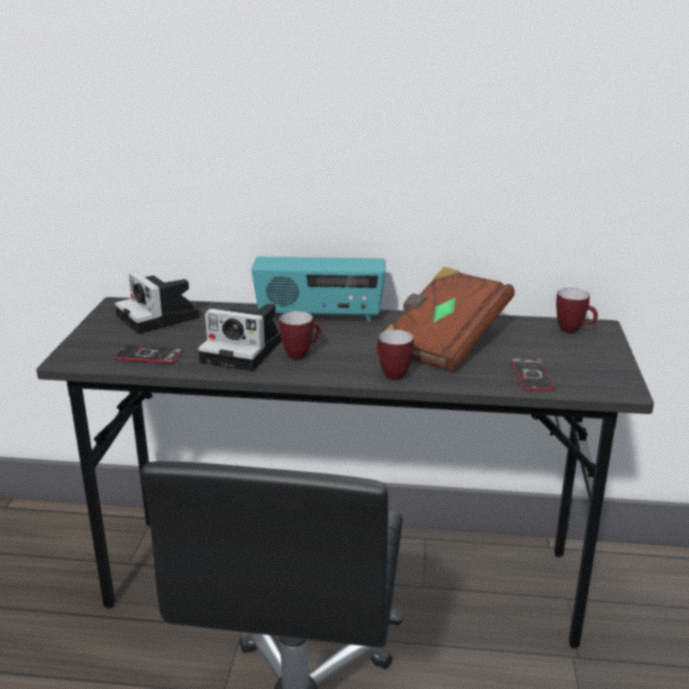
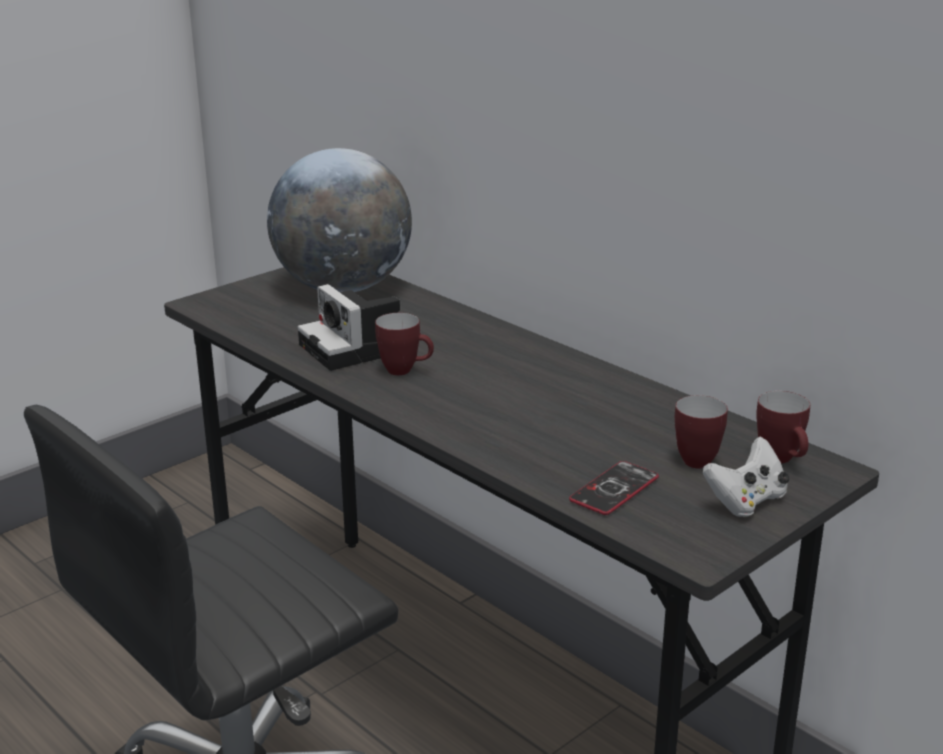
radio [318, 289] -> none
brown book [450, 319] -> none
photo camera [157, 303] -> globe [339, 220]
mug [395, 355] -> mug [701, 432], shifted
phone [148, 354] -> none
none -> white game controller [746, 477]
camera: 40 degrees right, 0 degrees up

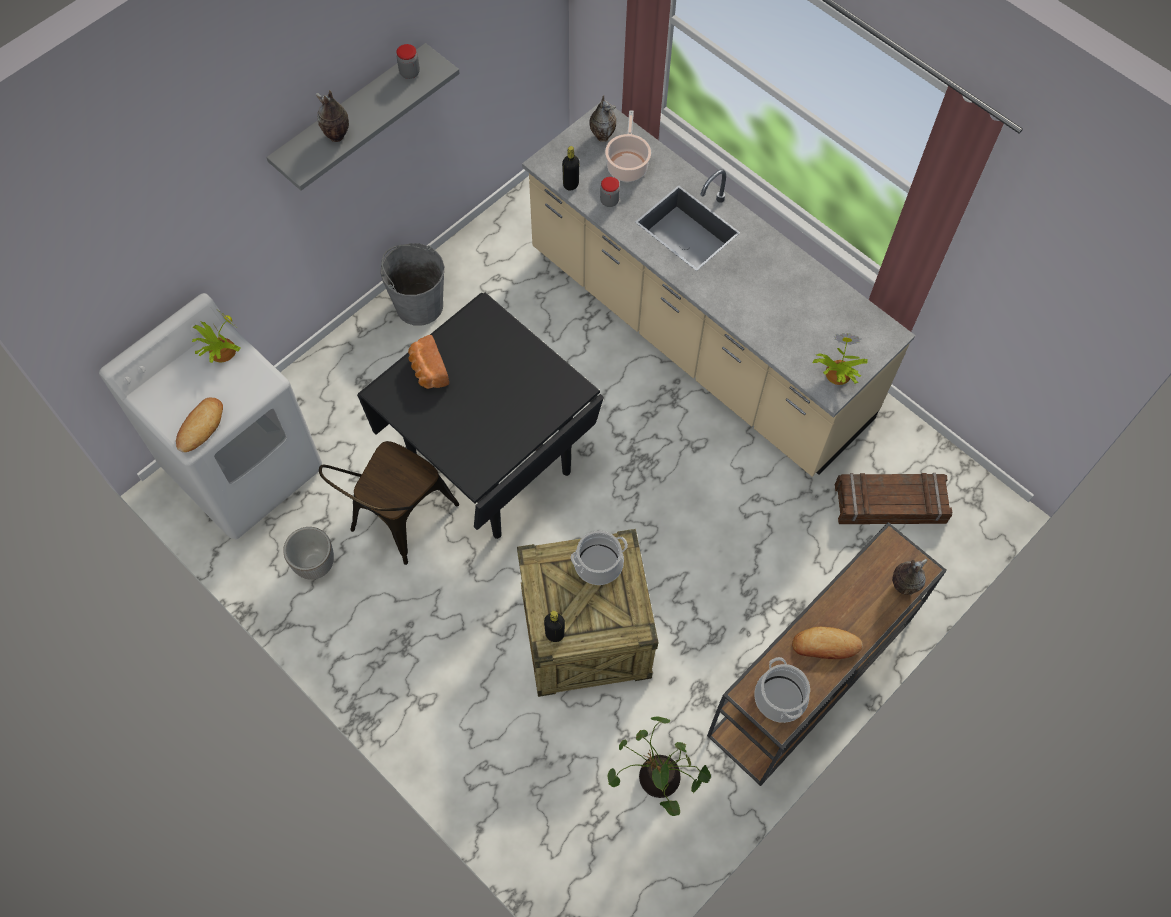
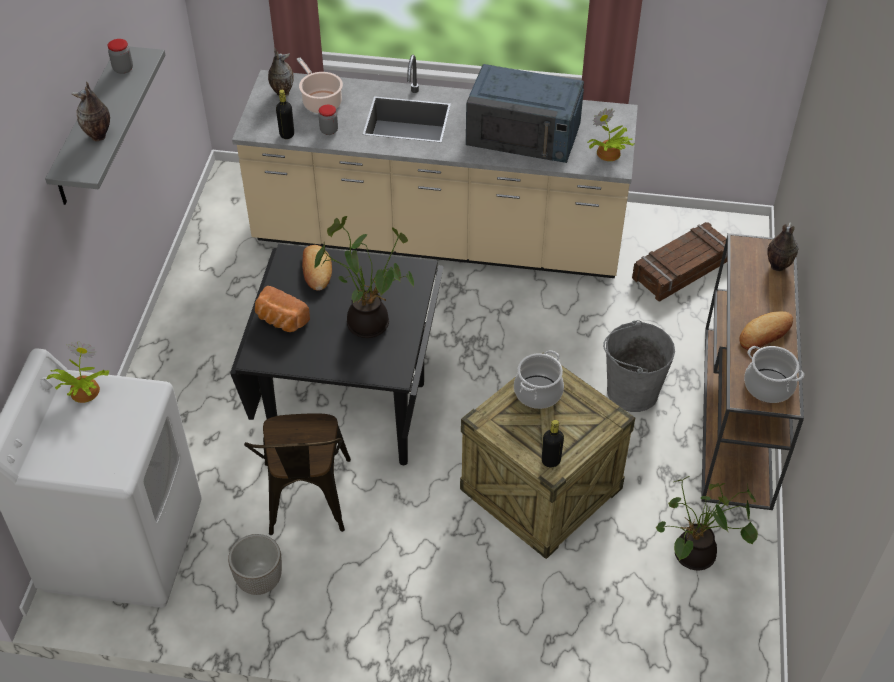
grey bucket [412, 284] -> grey bucket [639, 366], shifted
bread [199, 424] -> bread [317, 267], shifted
none -> blue microwave [525, 113]
none -> potted plant [364, 277]
camera: 35 degrees left, 15 degrees down

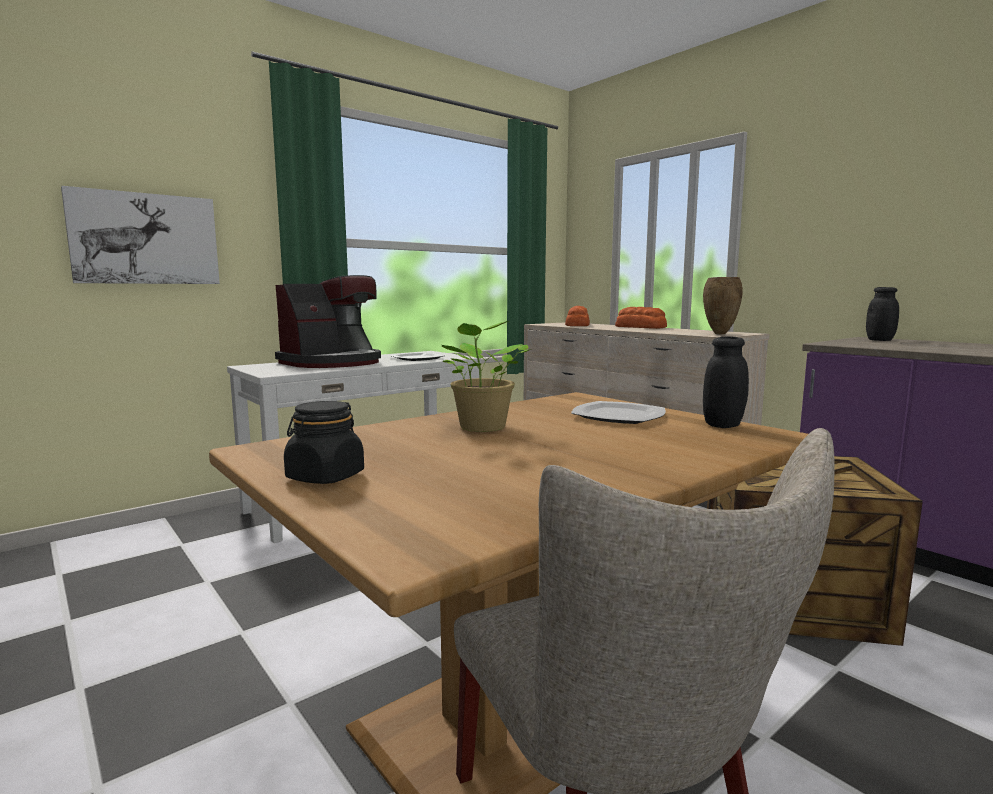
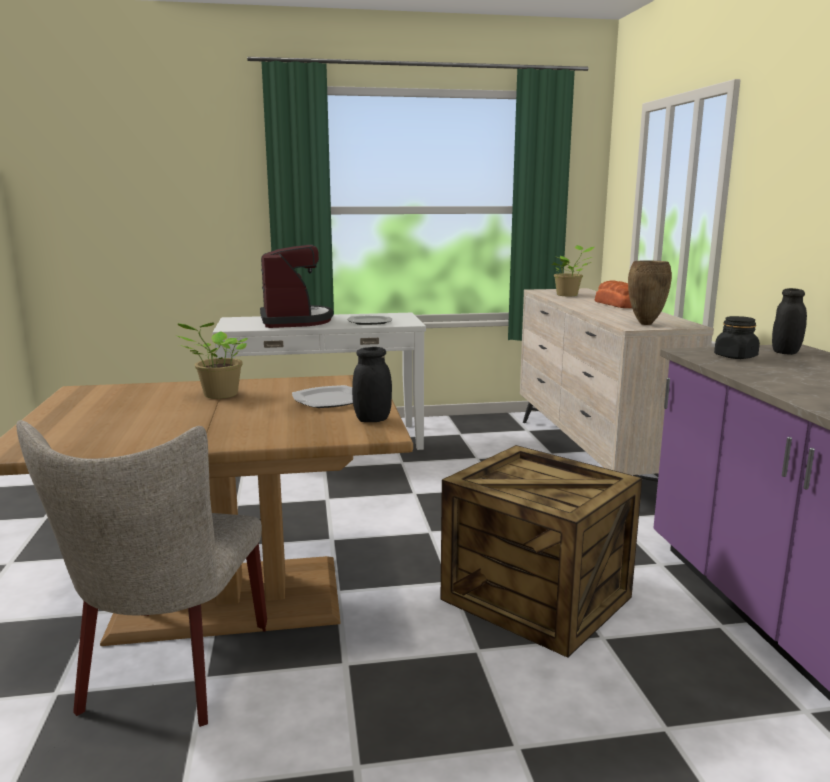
picture [140, 235] -> none
coffee machine [328, 321] -> coffee machine [296, 286], 90 degrees counterclockwise
bread [577, 316] -> potted plant [573, 270]
black jar [324, 442] -> black jar [737, 337], shifted
camera: 30 degrees right, 5 degrees up

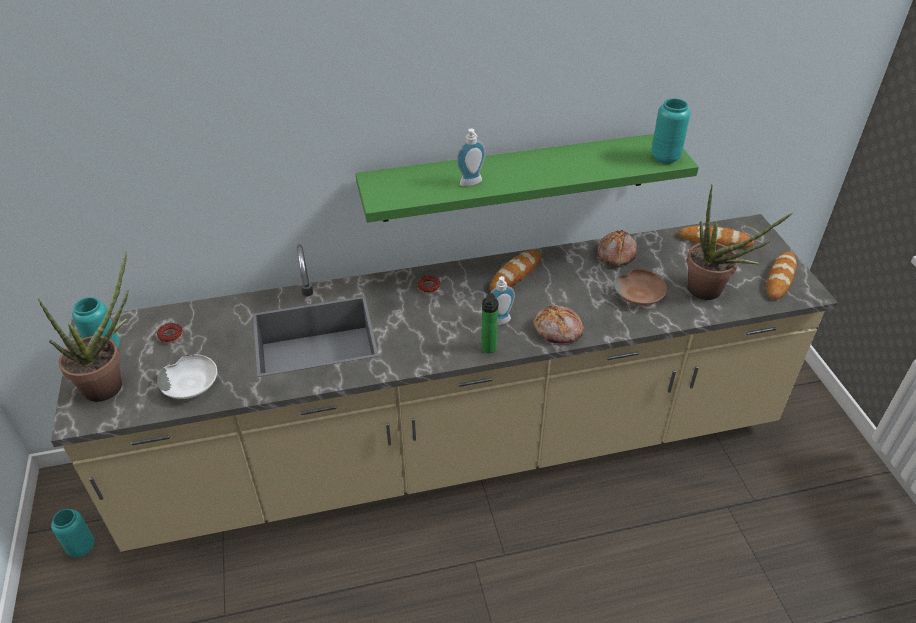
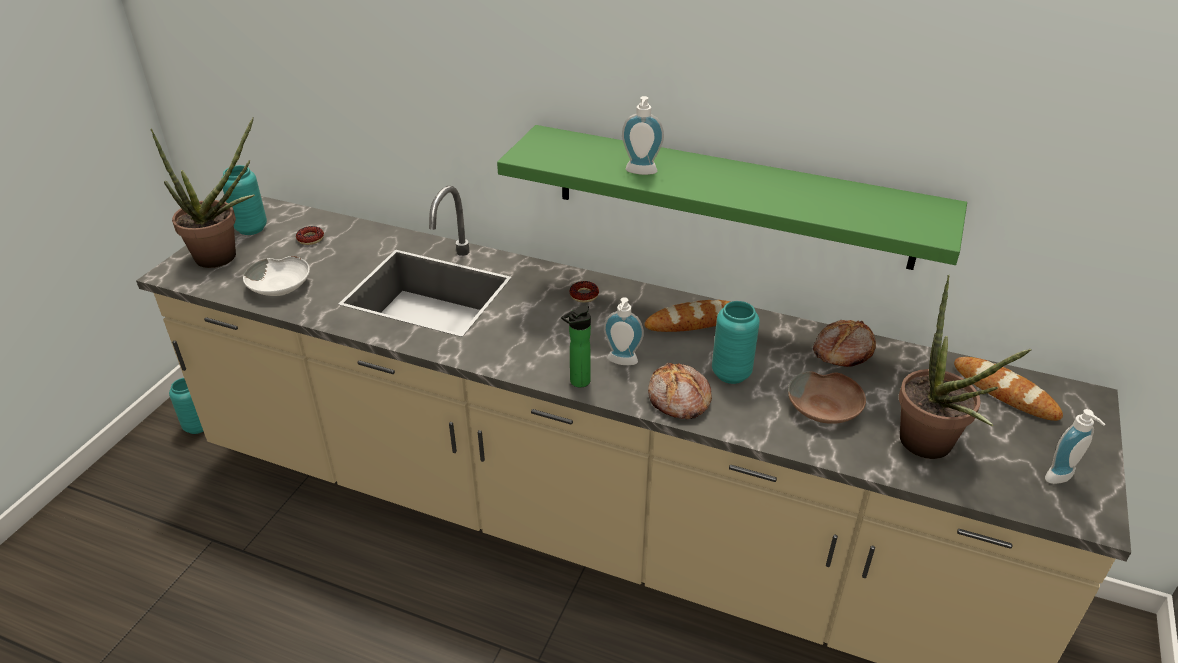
turquoise vase [671, 131] -> turquoise vase [736, 342], shifted
bread [782, 275] -> soap dispenser [1075, 446]
camera: 35 degrees right, 5 degrees down

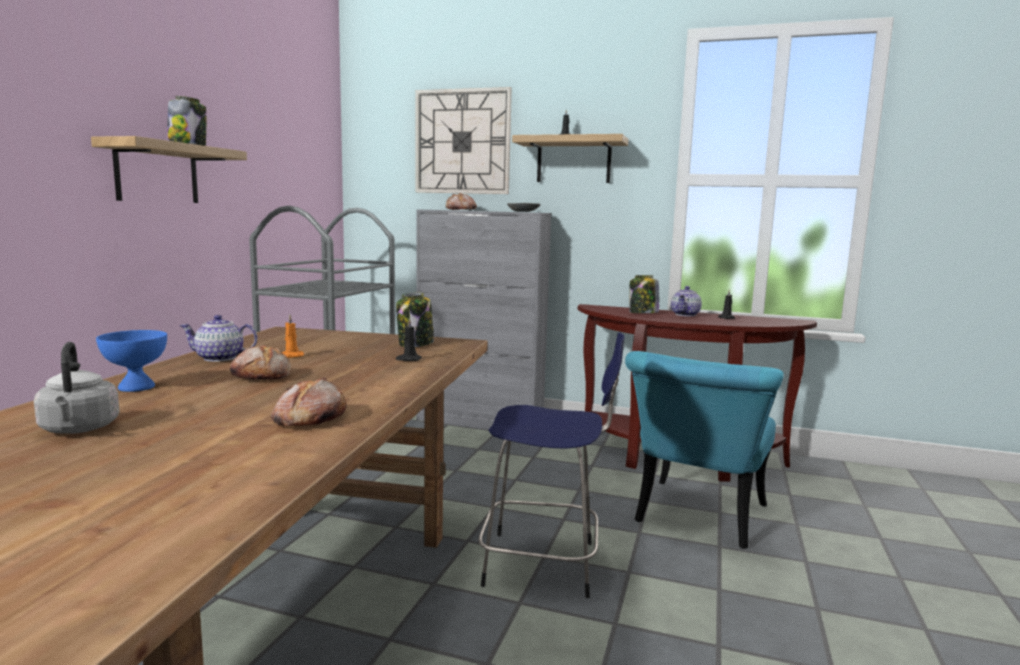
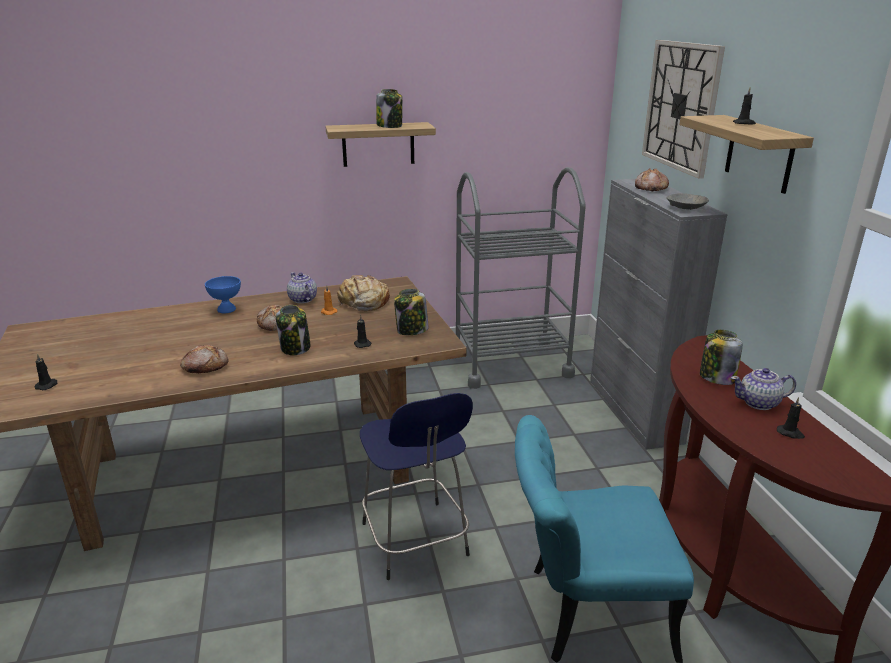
grey kettle [77, 388] -> none
none -> bread [363, 293]
none -> jar [293, 330]
none -> black candle [46, 371]
camera: 60 degrees right, 15 degrees up

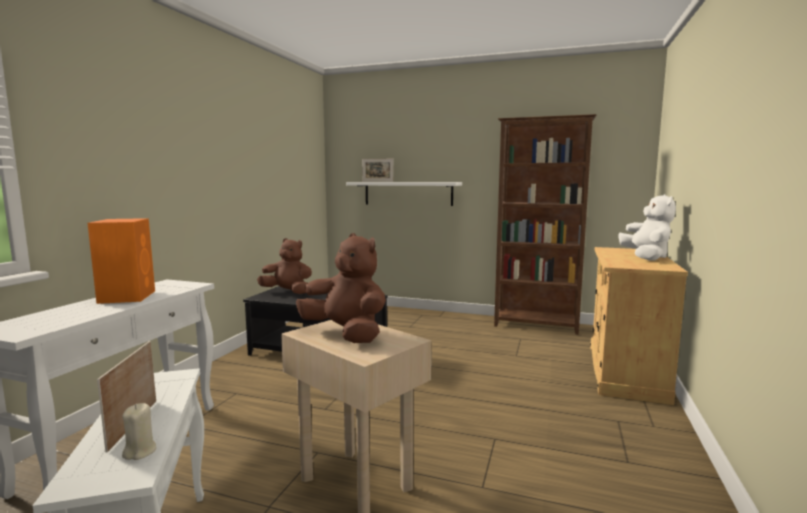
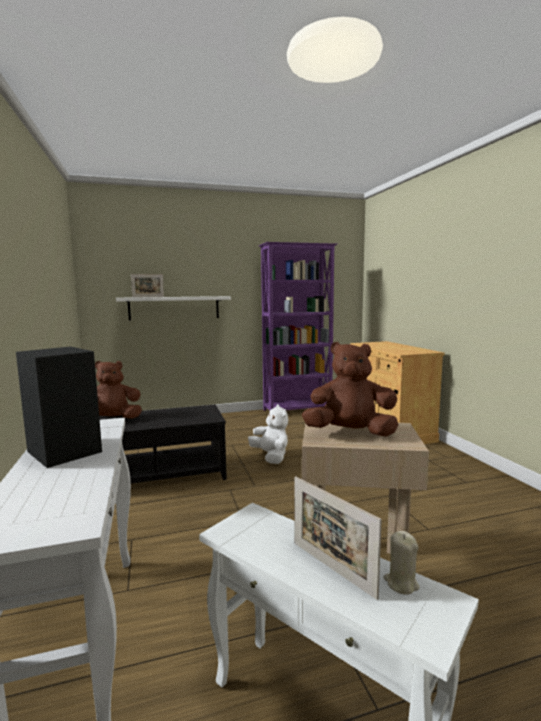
brown bookcase [545, 224] -> purple bookcase [298, 326]
white plush toy [647, 227] -> white plush toy [268, 434], shifted
orange speaker [121, 261] -> black speaker [59, 407]
camera: 35 degrees left, 0 degrees up

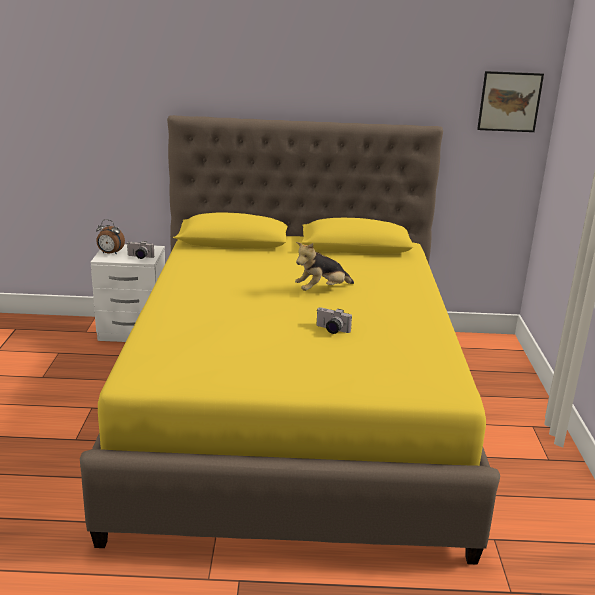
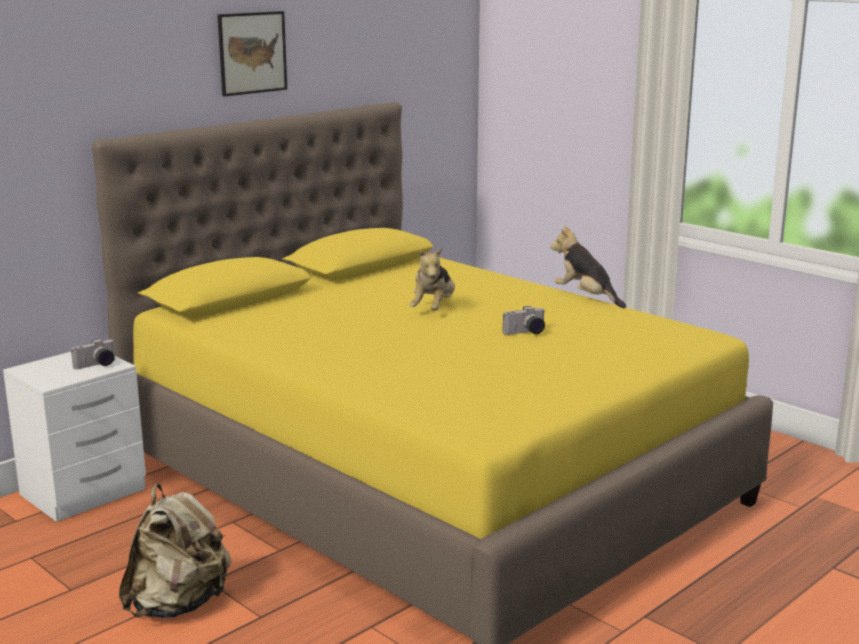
picture [510, 101] -> picture [252, 53], shifted
alarm clock [110, 237] -> none
none -> plush toy [588, 266]
none -> beige backpack [175, 551]
camera: 45 degrees left, 5 degrees down

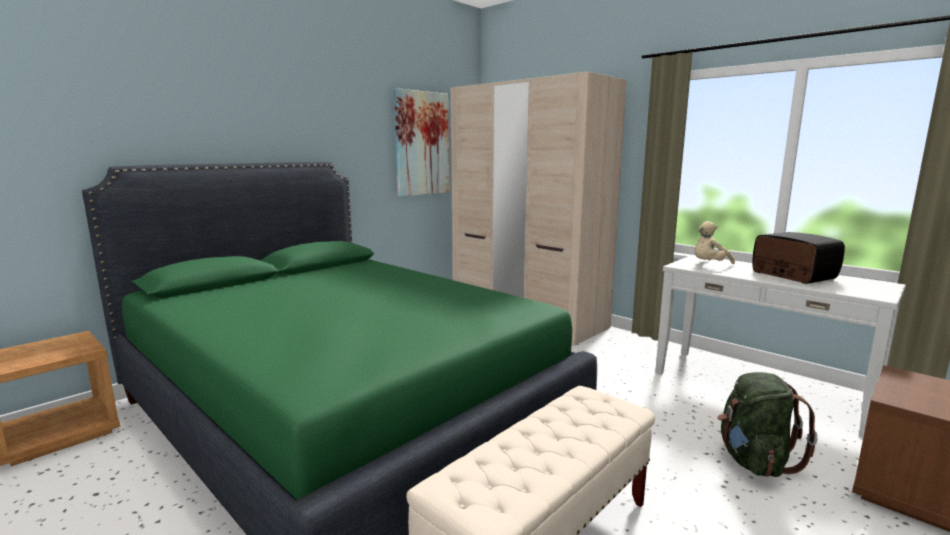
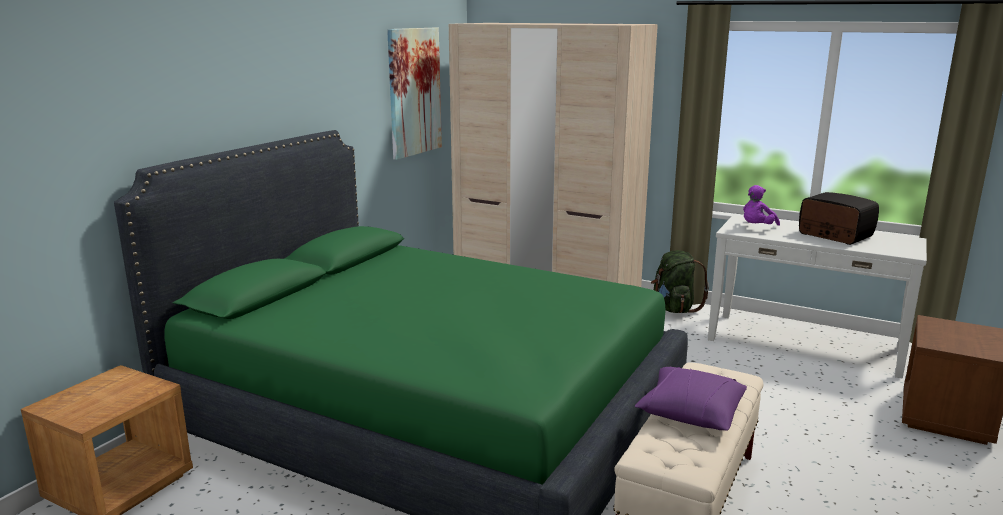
beige plush toy [714, 242] -> purple plush toy [761, 205]
green backpack [768, 424] -> green backpack [680, 281], shifted
none -> purple pillow [691, 399]
camera: 15 degrees left, 5 degrees up

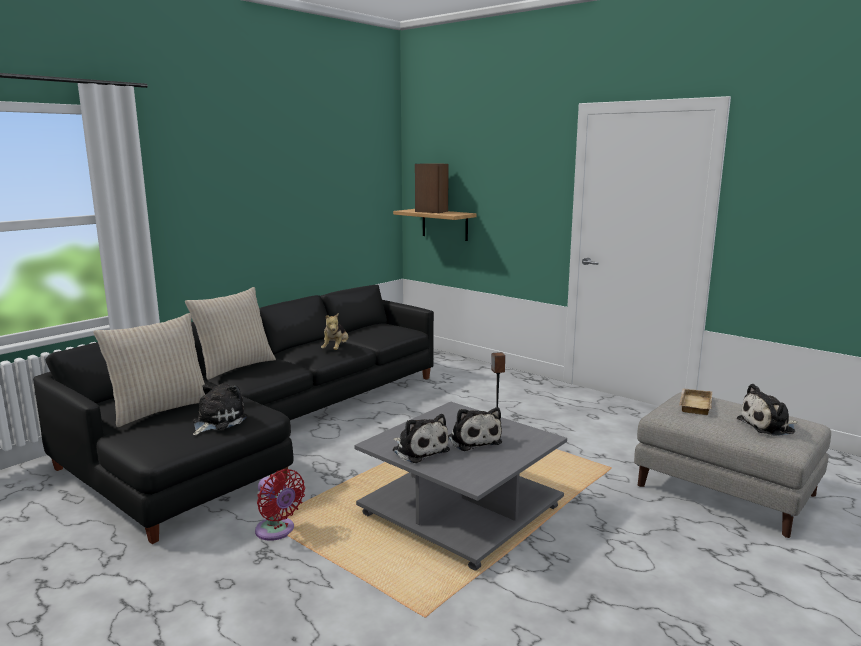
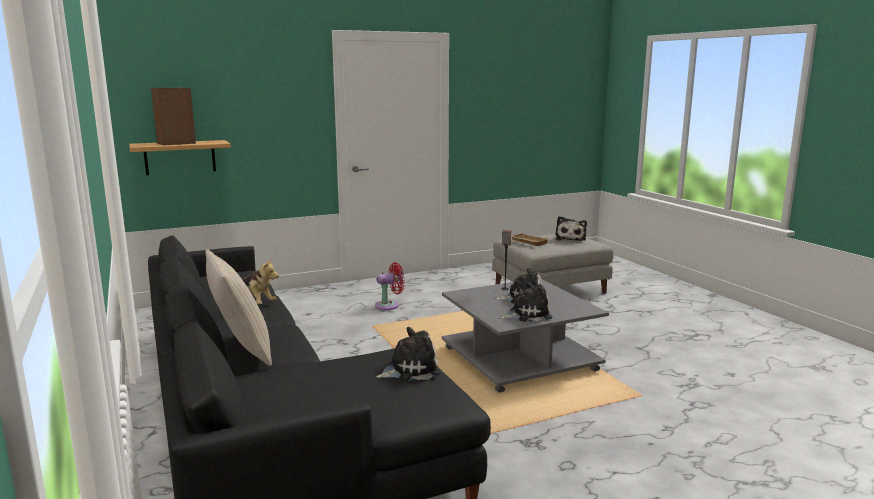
beige pillow [149, 370] -> none
plush toy [220, 409] -> plush toy [408, 354], 105 degrees clockwise
red fan [280, 505] -> red fan [390, 286], shifted
camera: 65 degrees left, 0 degrees up

